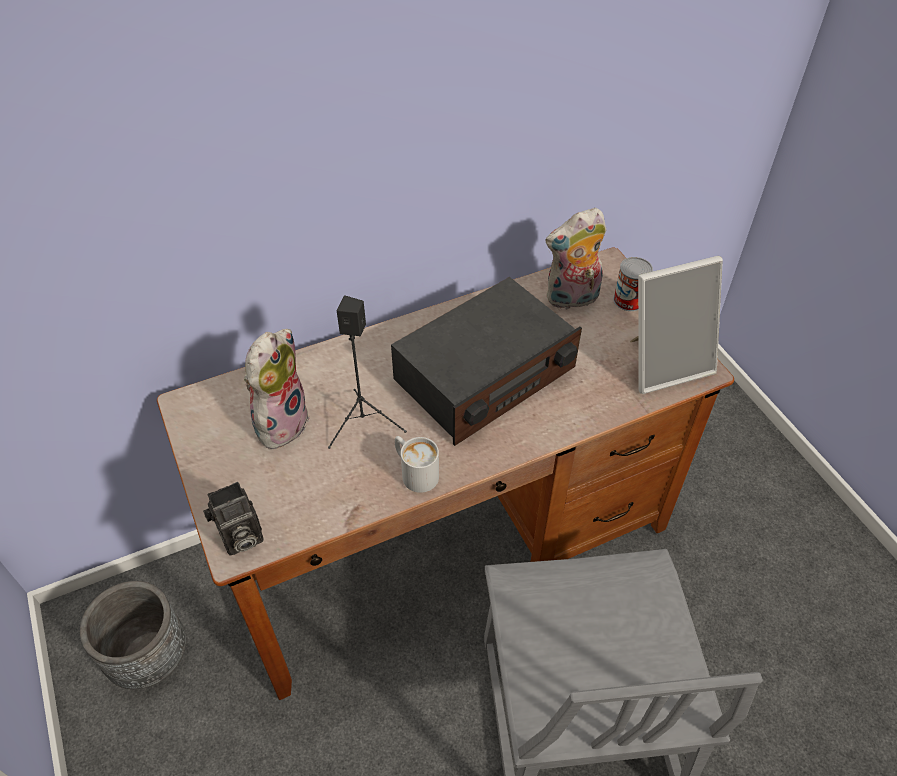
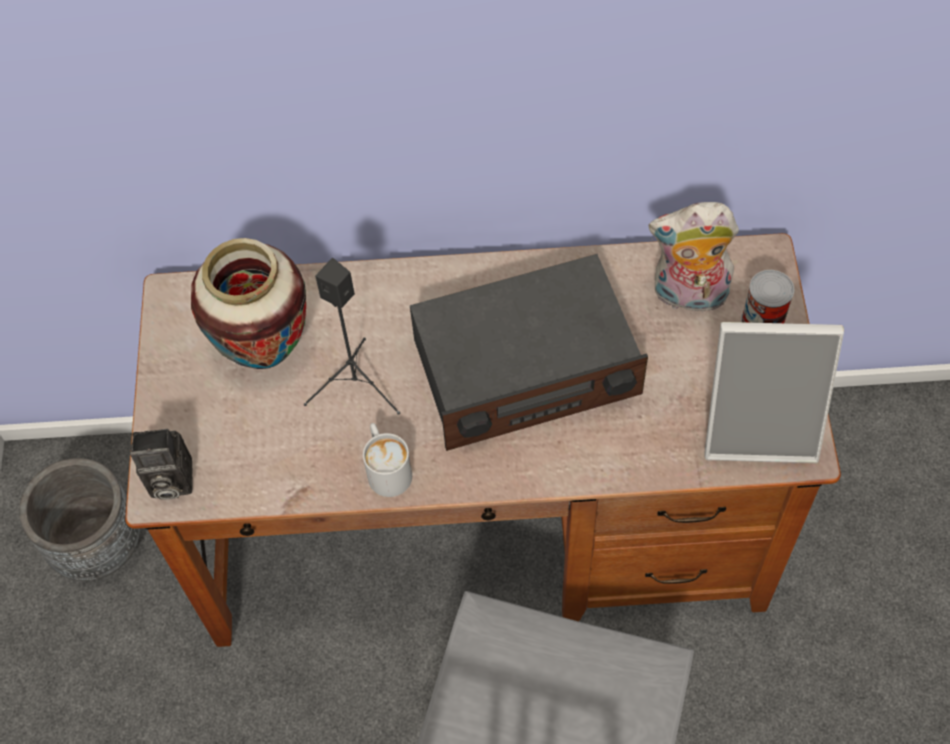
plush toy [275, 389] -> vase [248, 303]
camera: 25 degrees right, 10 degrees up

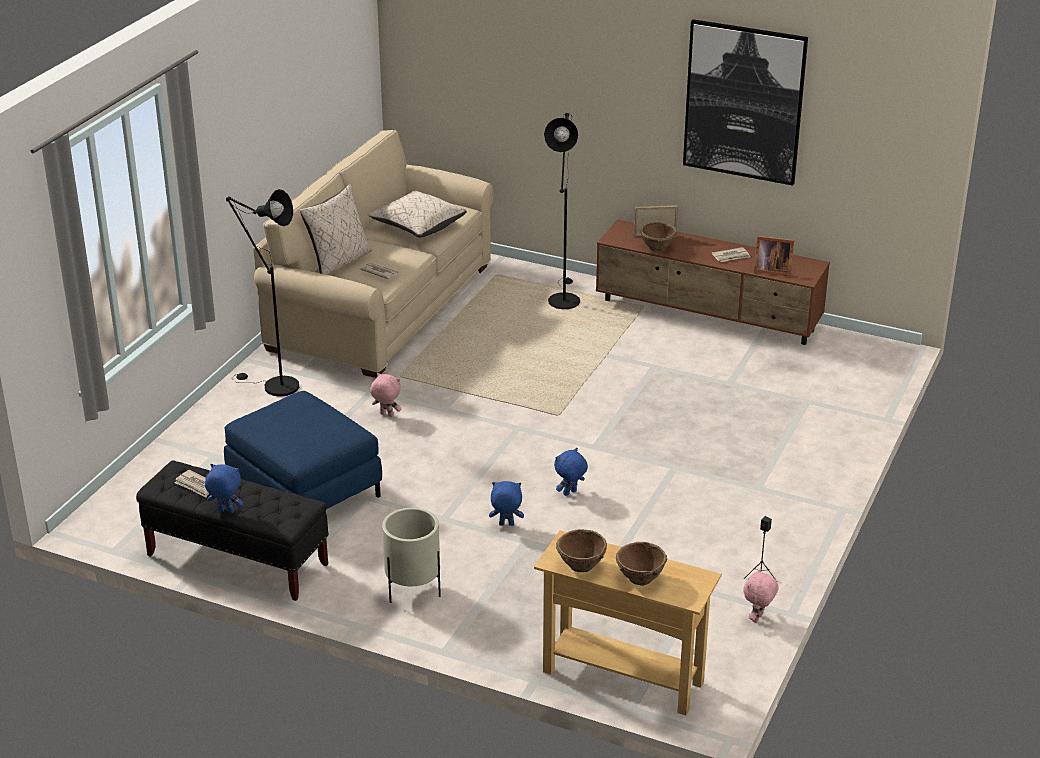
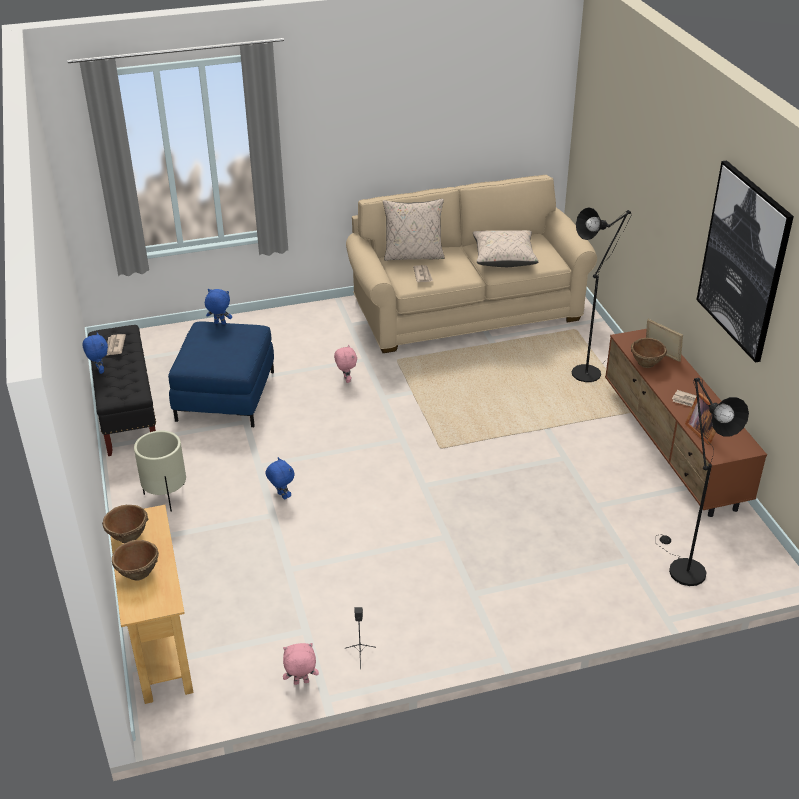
black floor lamp [262, 293] -> black floor lamp [702, 482], shifted
blue plush toy [571, 472] -> blue plush toy [218, 307], shifted
camera: 50 degrees right, 5 degrees up

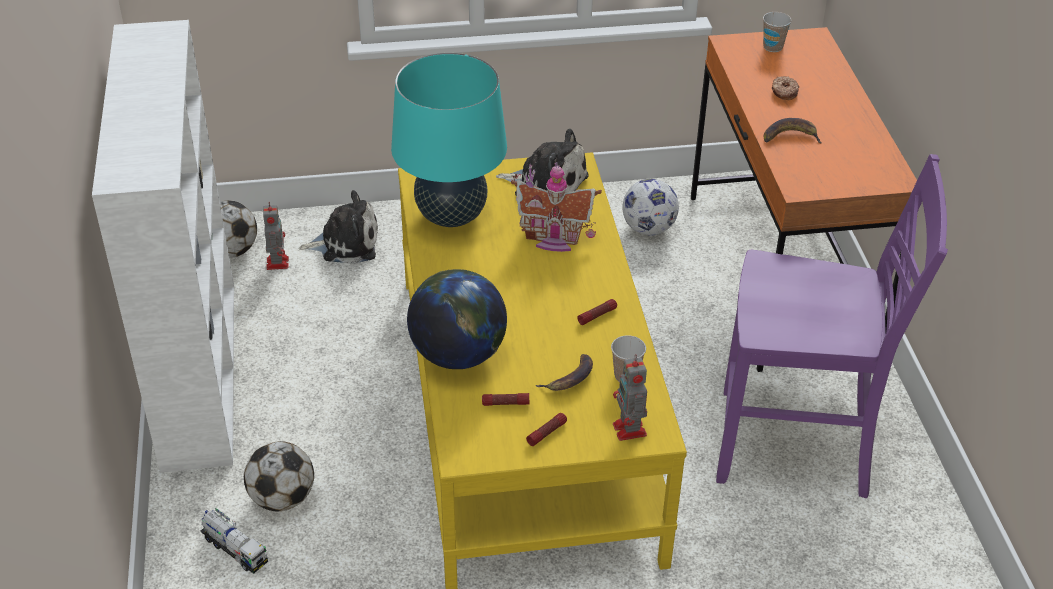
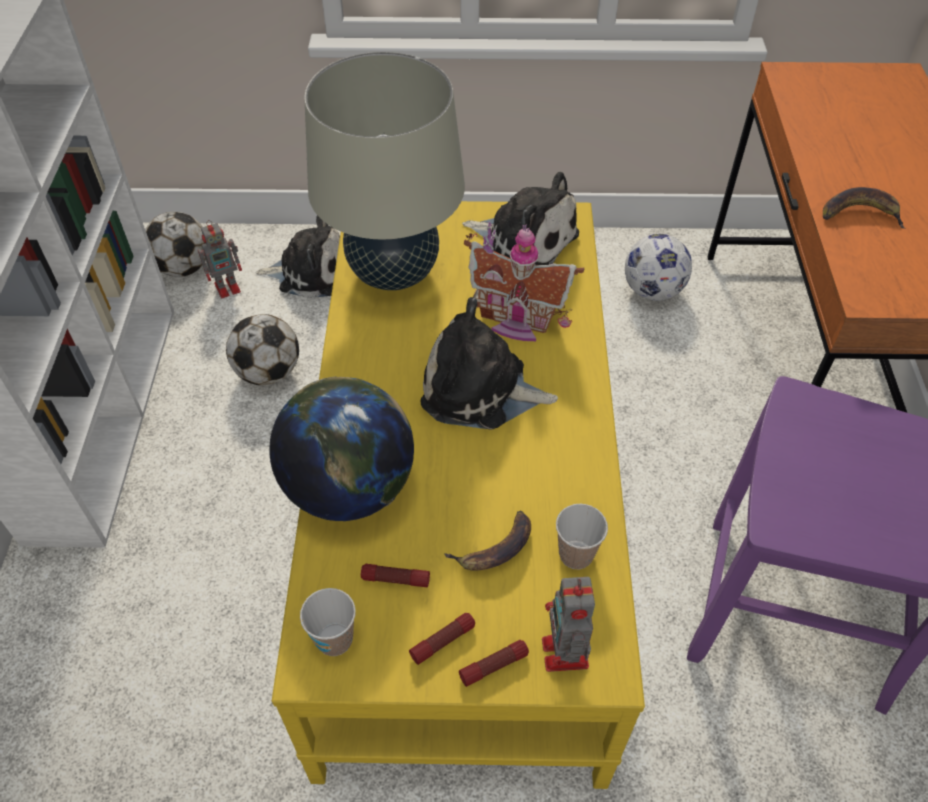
cup [777, 32] -> cup [328, 622], shifted
turquoise table lamp [449, 140] -> beige table lamp [384, 171]
donut [785, 88] -> none
toy robot [276, 236] -> toy robot [220, 259], 60 degrees clockwise
flashlight [597, 312] -> flashlight [494, 663], shifted
football [279, 476] -> football [262, 349], shifted
toy truck [234, 541] -> none
none -> plush toy [489, 363]
camera: 10 degrees right, 10 degrees up

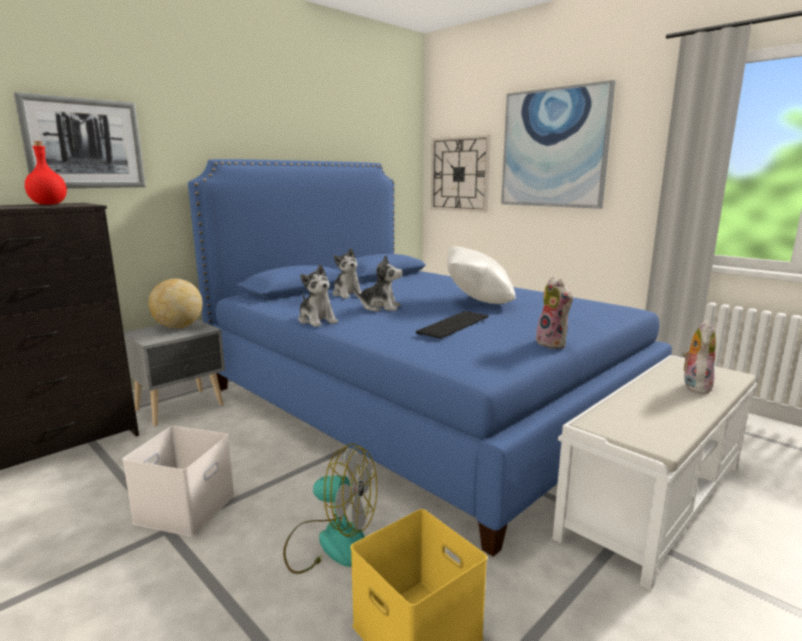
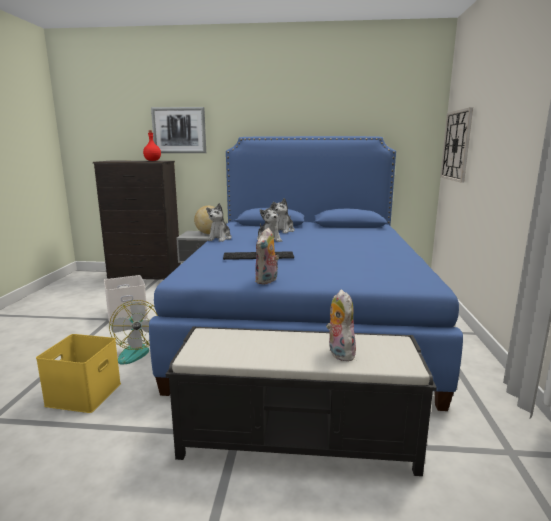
picture [558, 144] -> none
white pillow [481, 275] -> none
plush toy [699, 357] -> plush toy [341, 325], 90 degrees counterclockwise
white bench [654, 473] -> black bench [301, 401]
camera: 50 degrees right, 0 degrees up

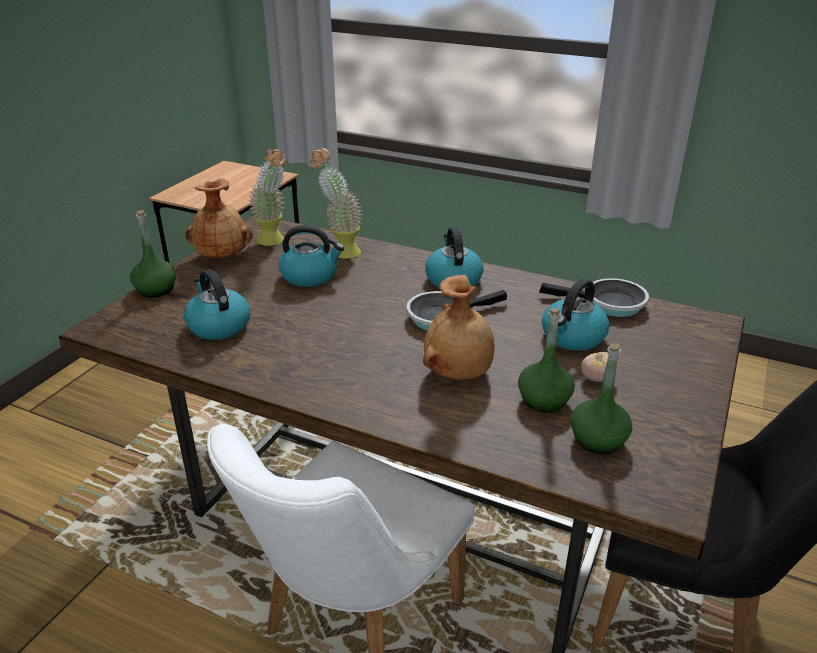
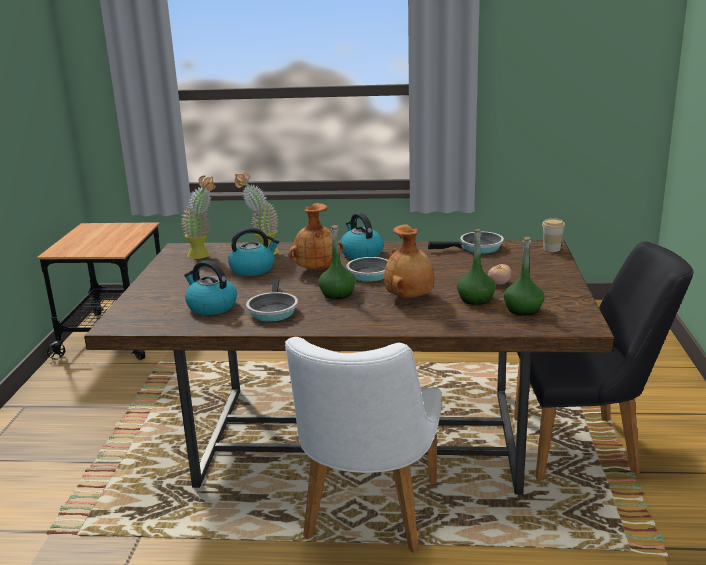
brown vase [219, 218] -> brown vase [315, 236], shifted
green bottle [153, 253] -> green bottle [337, 262], shifted
kettle [575, 315] -> none
none -> cup [553, 235]
none -> frying pan [272, 300]
camera: 20 degrees left, 10 degrees down

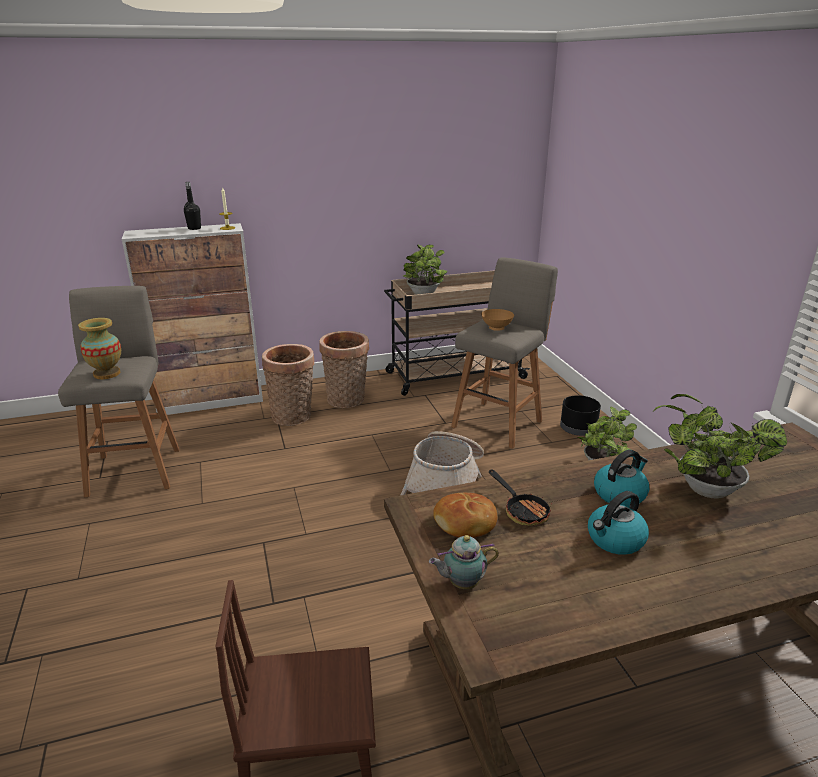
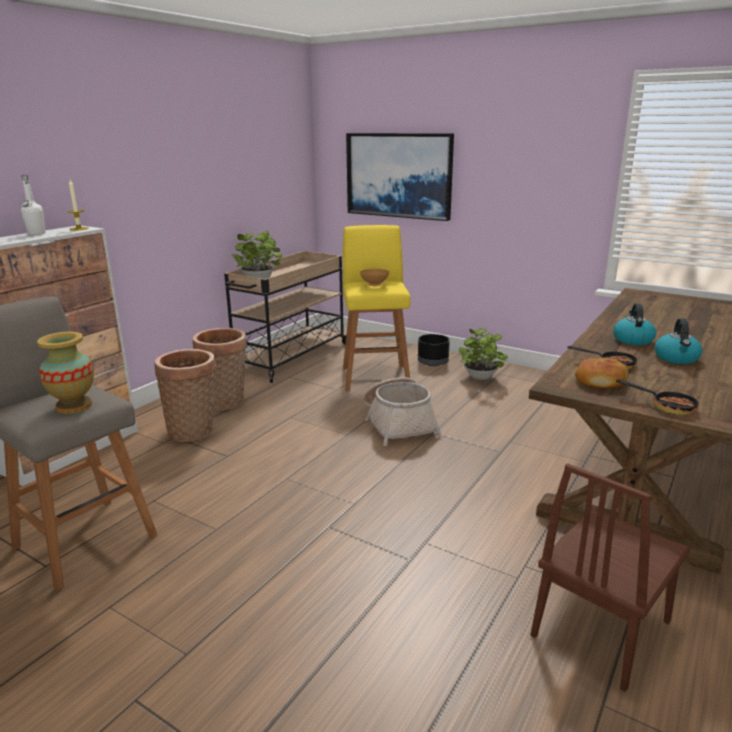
black bottle [192, 206] -> white bottle [33, 205]
grey stool [504, 353] -> yellow stool [376, 308]
potted plant [720, 446] -> none
teapot [464, 562] -> frying pan [658, 397]
none -> picture [400, 177]
camera: 40 degrees left, 5 degrees down

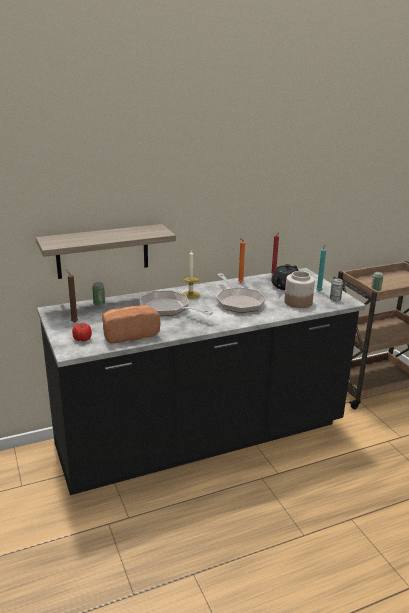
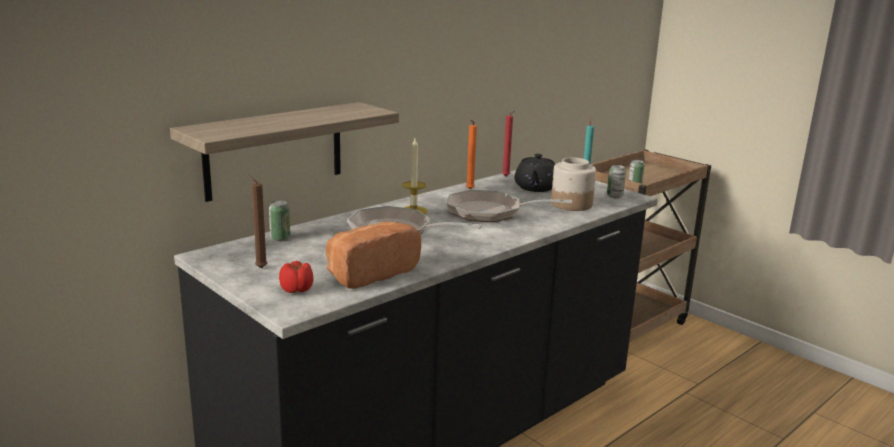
frying pan [241, 293] -> frying pan [509, 206], 135 degrees clockwise
camera: 20 degrees left, 5 degrees down

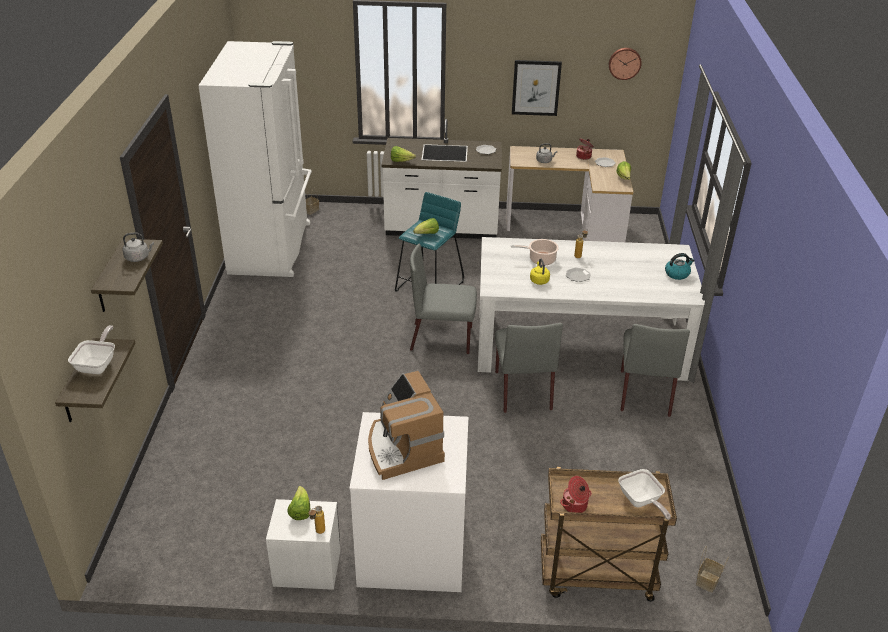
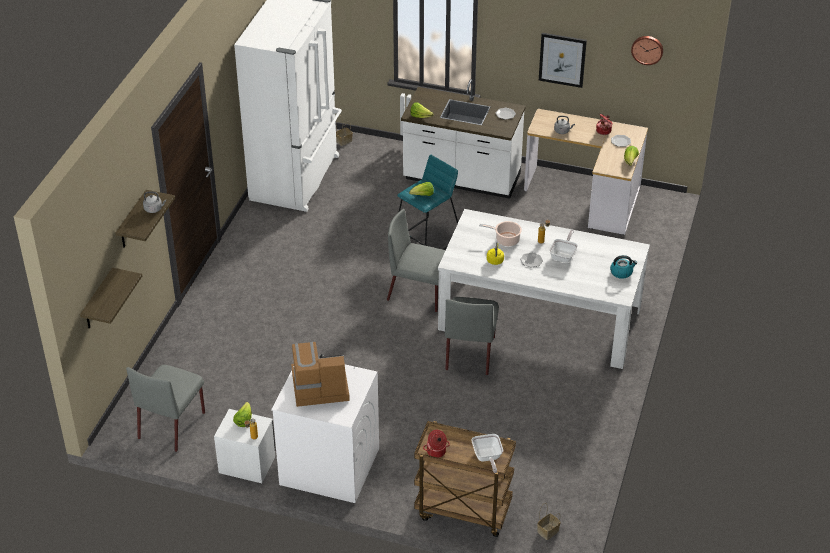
grey chair [655, 370] -> grey chair [165, 408], shifted
frying pan [91, 349] -> frying pan [563, 246], shifted
coffee machine [406, 425] -> coffee machine [320, 374], 90 degrees clockwise
camera: 15 degrees right, 5 degrees up

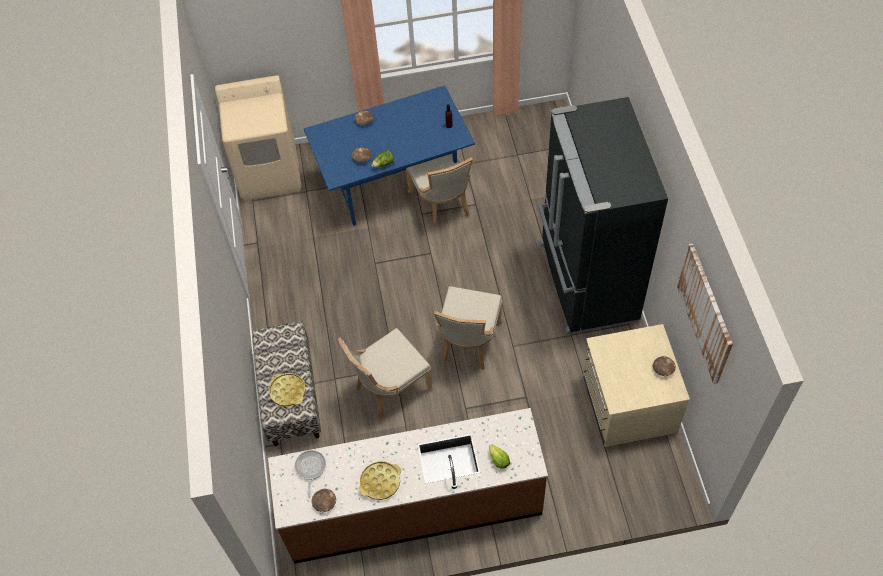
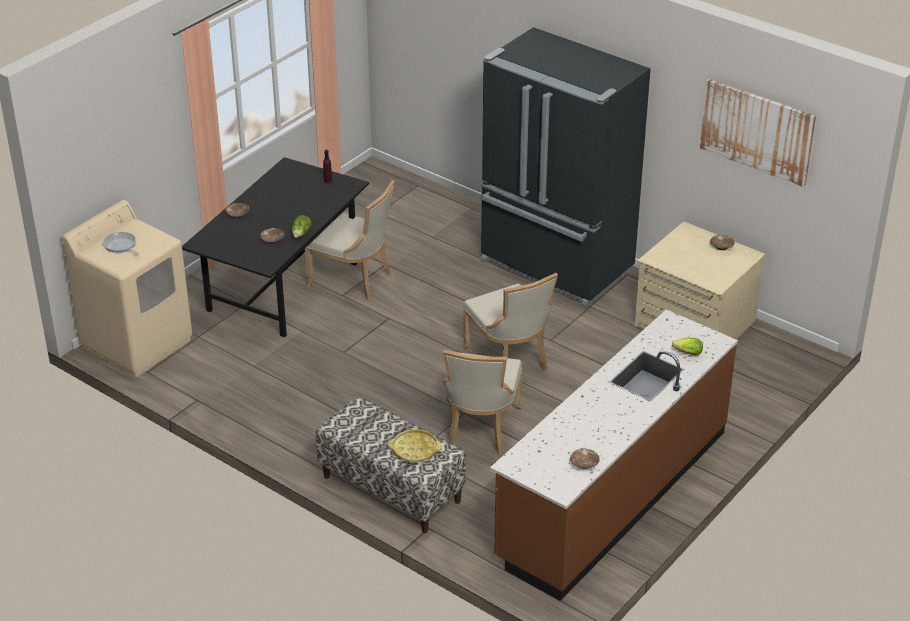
blue dining table [389, 155] -> black dining table [275, 247]
frying pan [310, 472] -> frying pan [121, 243], shifted
yellow tray [379, 480] -> none
camera: 45 degrees left, 20 degrees down

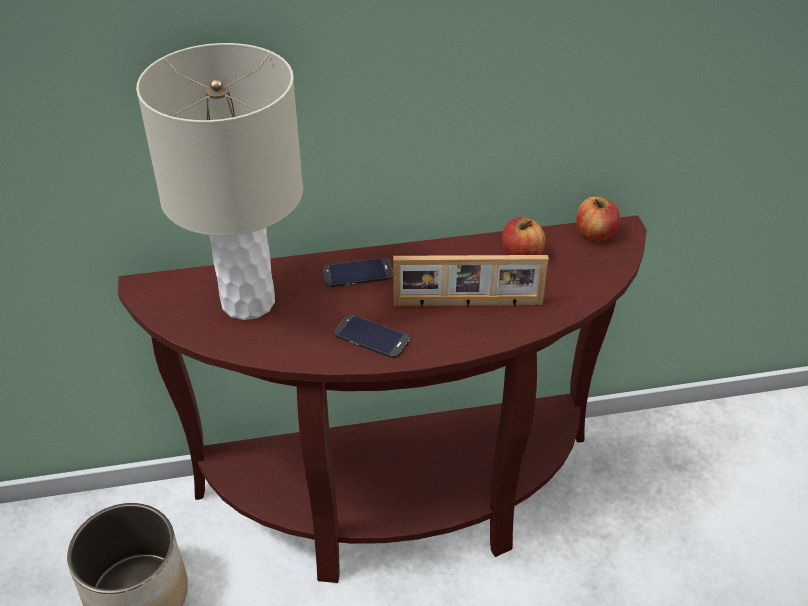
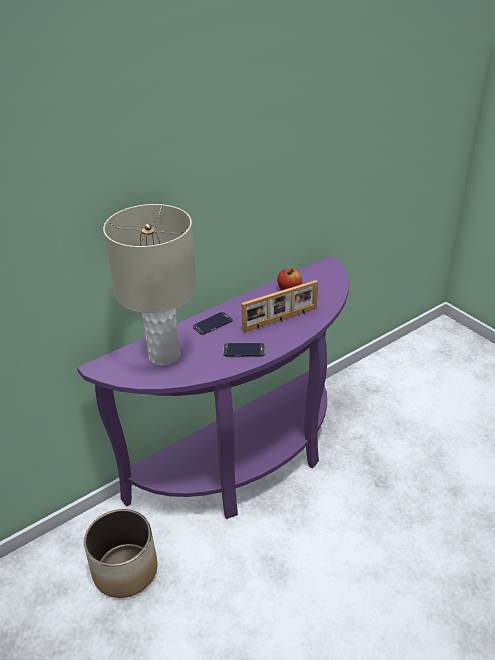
apple [598, 218] -> none
brown console table [382, 399] -> purple console table [213, 387]
camera: 25 degrees left, 5 degrees down

